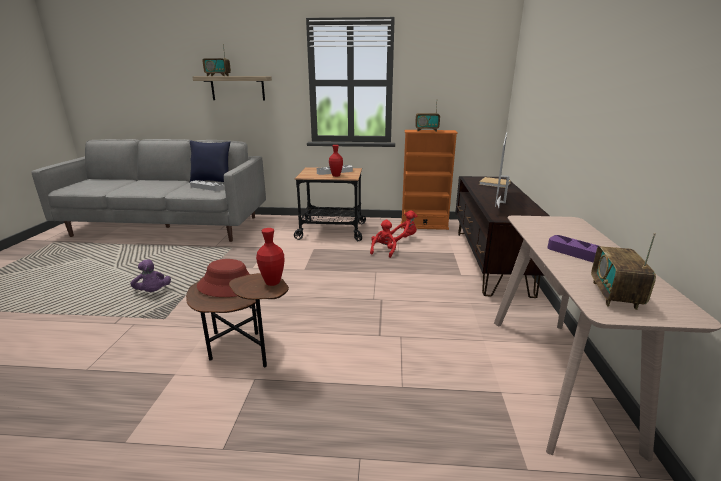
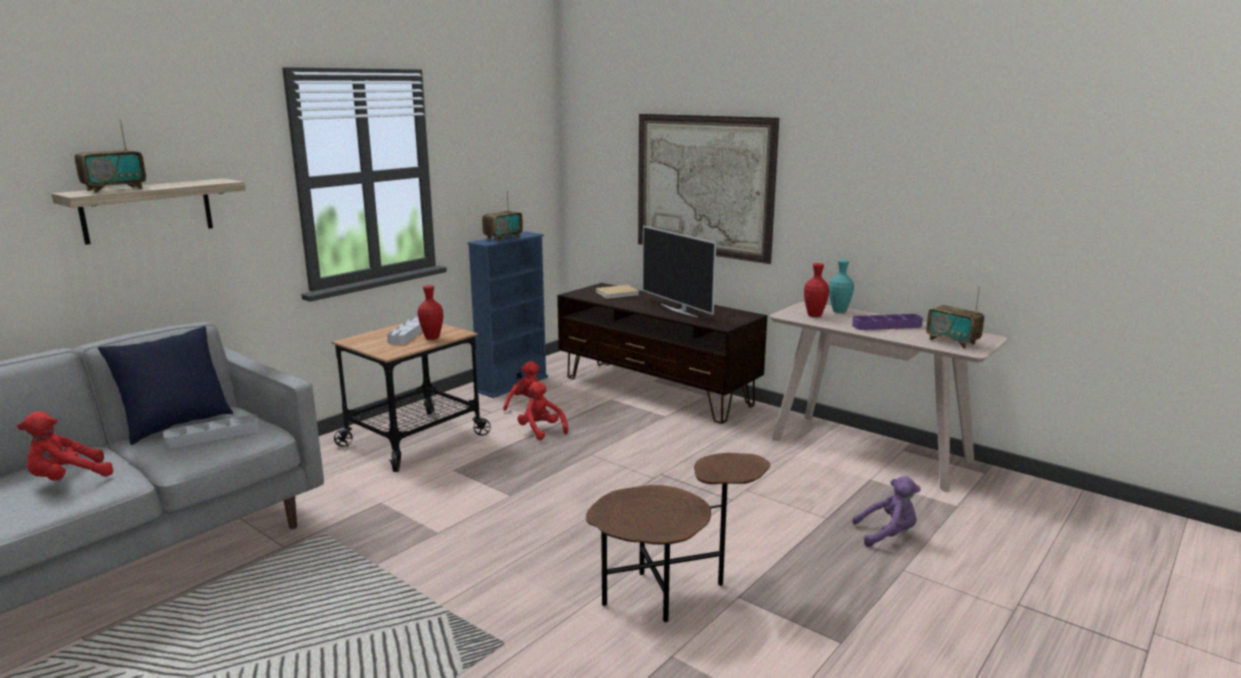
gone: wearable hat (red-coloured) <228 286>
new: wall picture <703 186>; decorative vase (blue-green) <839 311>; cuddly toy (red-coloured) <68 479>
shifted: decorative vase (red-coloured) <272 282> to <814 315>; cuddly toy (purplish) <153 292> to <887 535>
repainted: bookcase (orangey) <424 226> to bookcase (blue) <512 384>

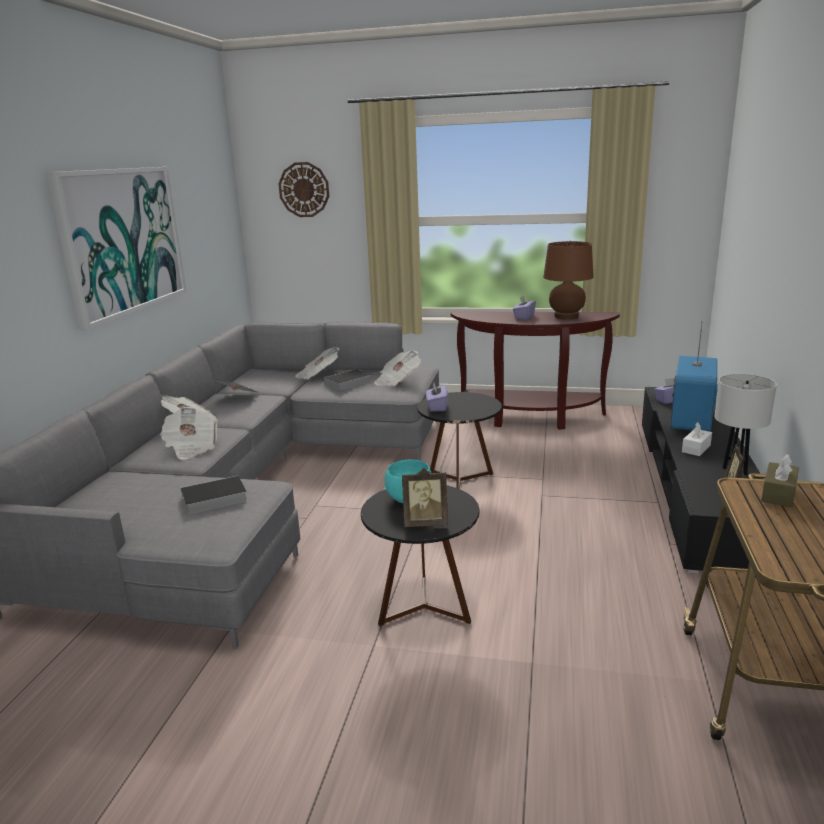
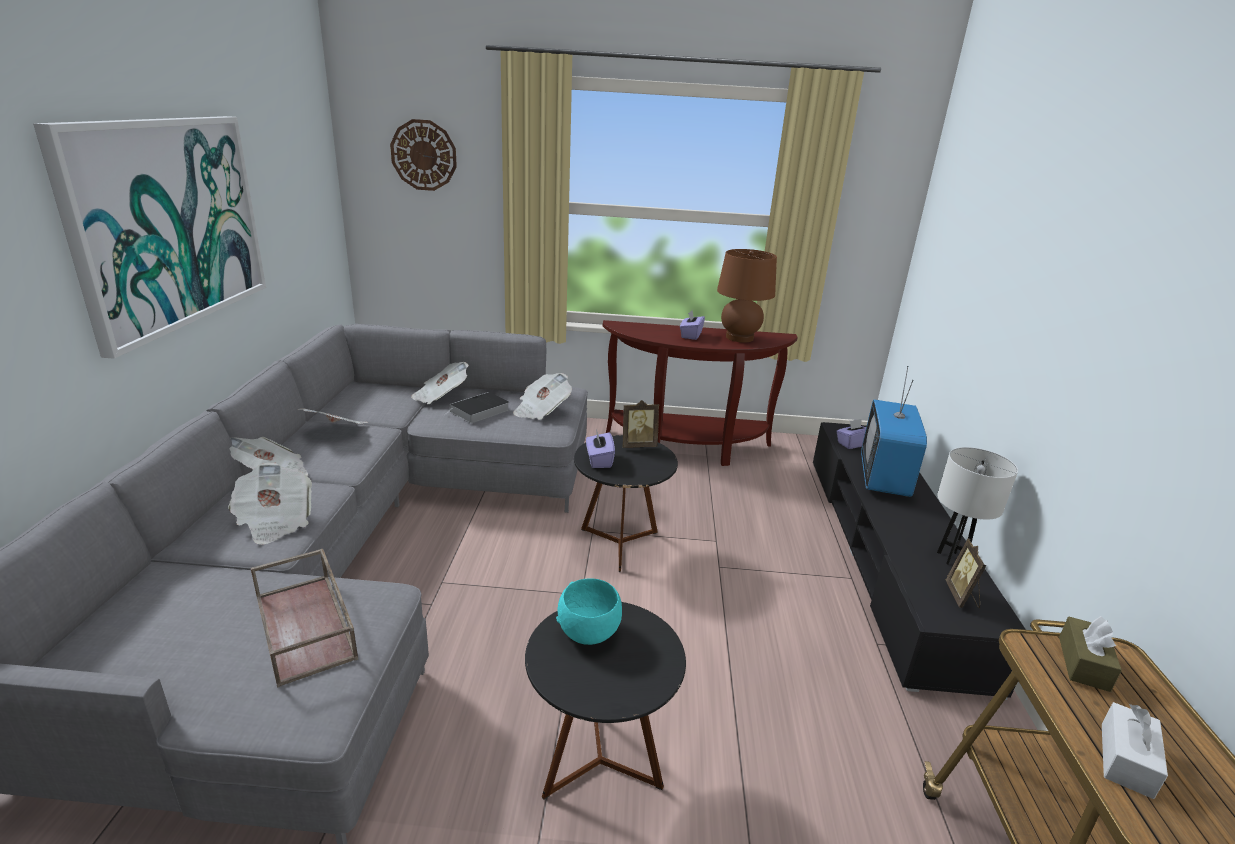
shifted: tissue holder (whitish) <696 448> to <1126 760>; standing frame <425 523> to <638 445>
swapped: volume <212 499> to carrying tray (brown) <307 627>

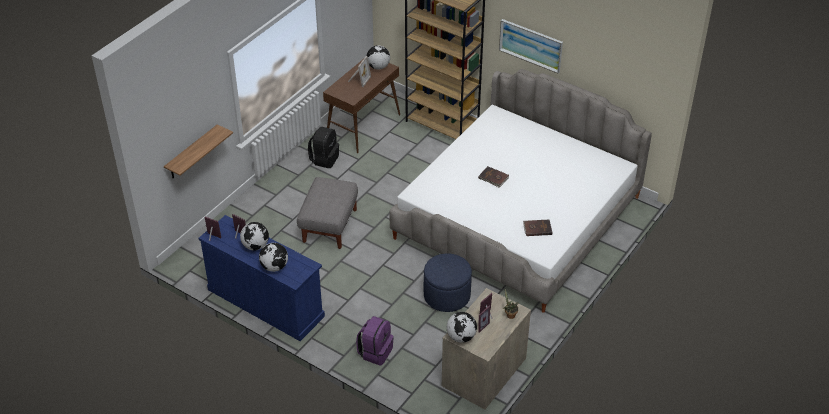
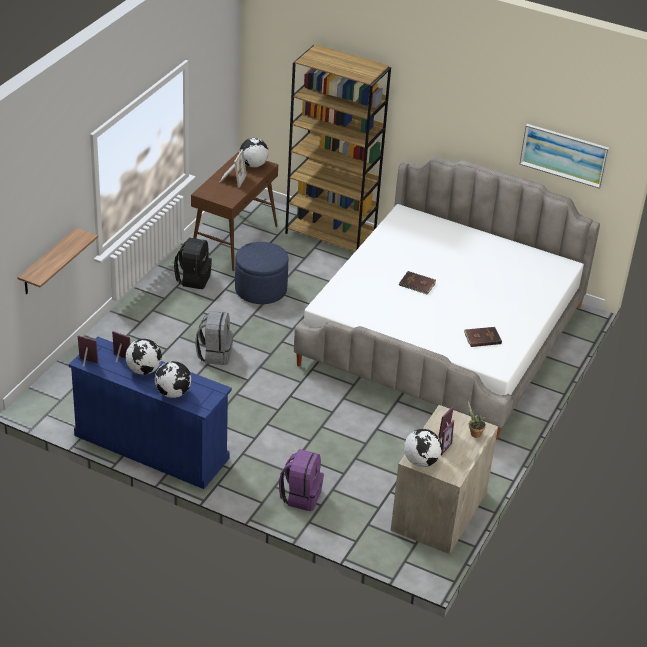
shifted: wall picture <531 45> to <564 155>; ottoman (blue) <447 295> to <261 290>
swapped: ottoman (gray) <329 225> to backpack (gray) <215 354>

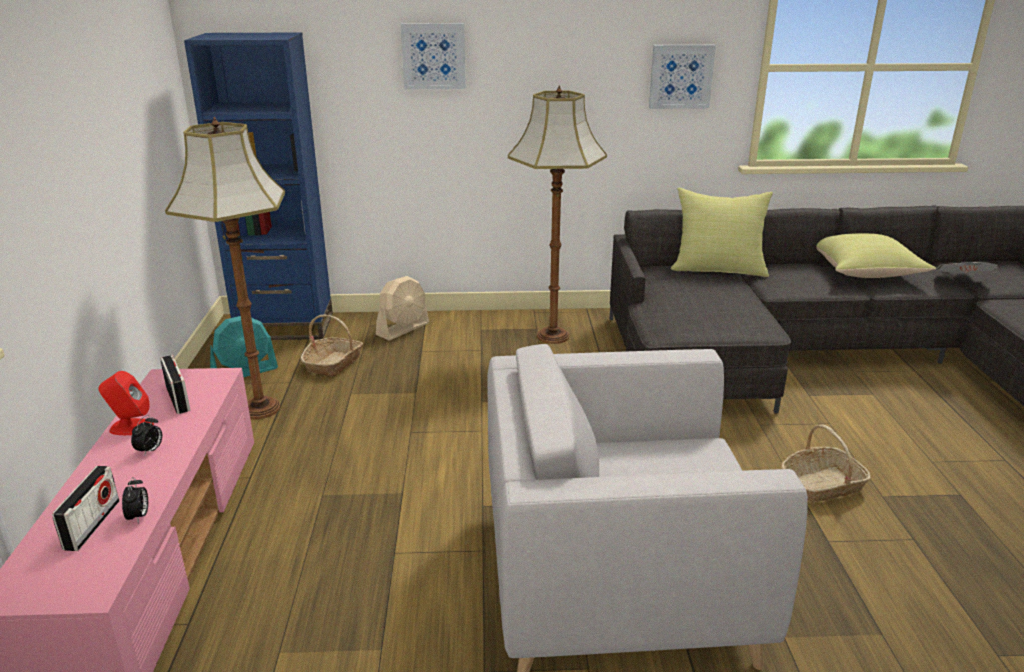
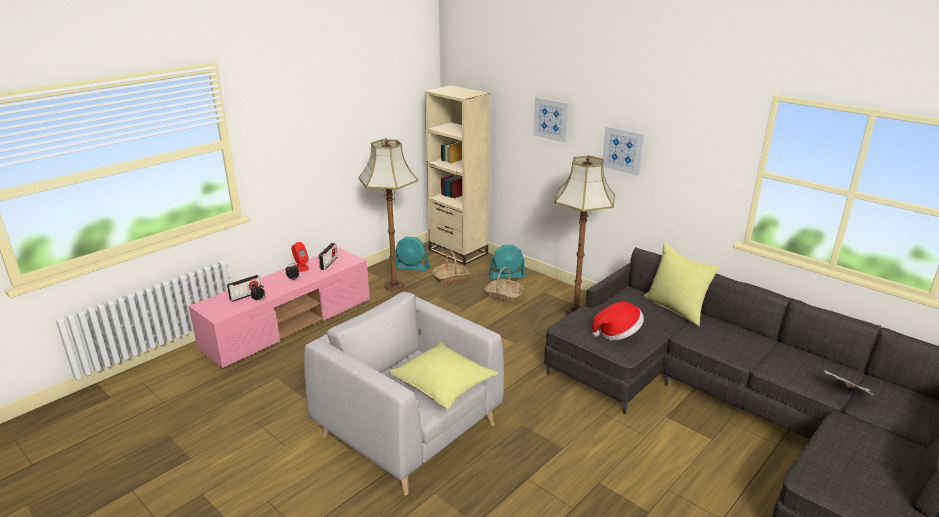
new: wearable hat <617 333>
shifted: wall picture <681 76> to <623 150>; throw pillow (yellow) <864 272> to <444 387>; storage basket <822 485> to <503 296>
repainted: bookcase (blue) <285 327> to bookcase (beige-coloured) <458 252>; electric fan (beige-coloured) <403 329> to electric fan (blue-green) <507 275>

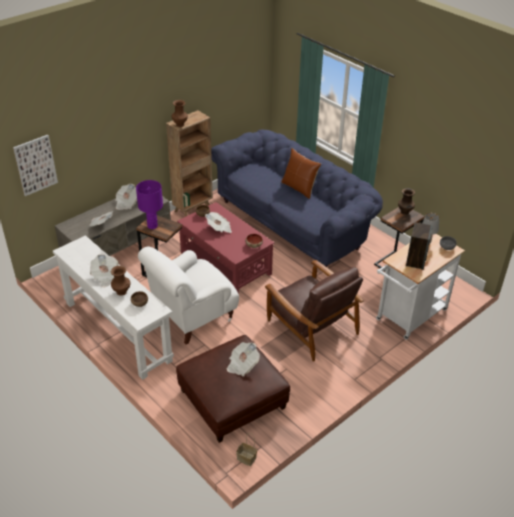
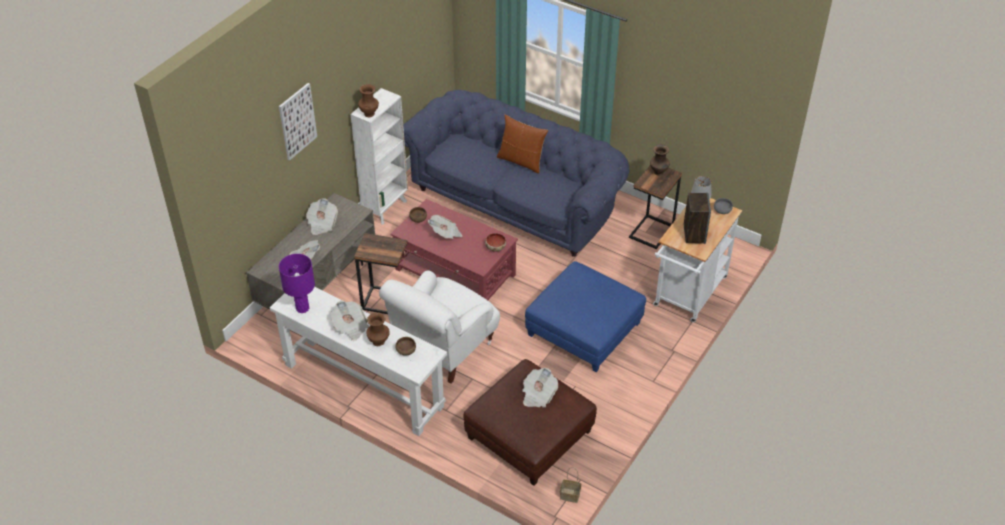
shifted: wall picture <35 165> to <297 121>; lamp for a table (purplish) <152 226> to <302 308>
swapped: easy chair (brown) <311 326> to ottoman (blue) <584 330>
repainted: bookcase (brown) <193 209> to bookcase (whitish) <386 208>

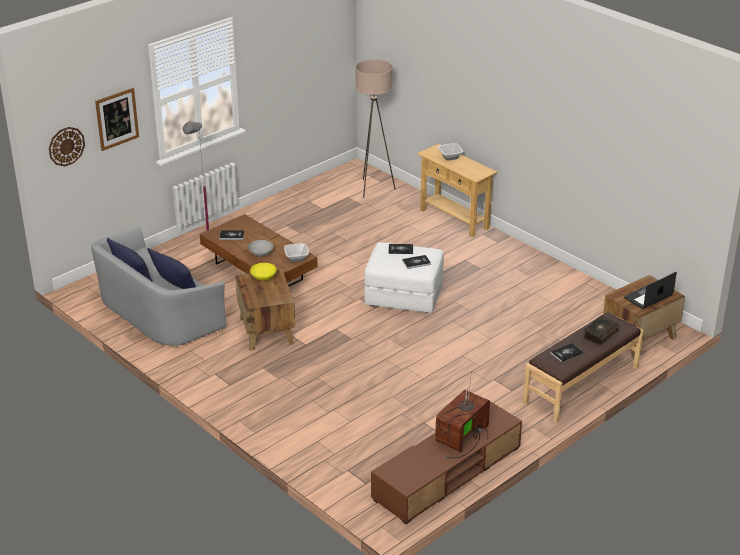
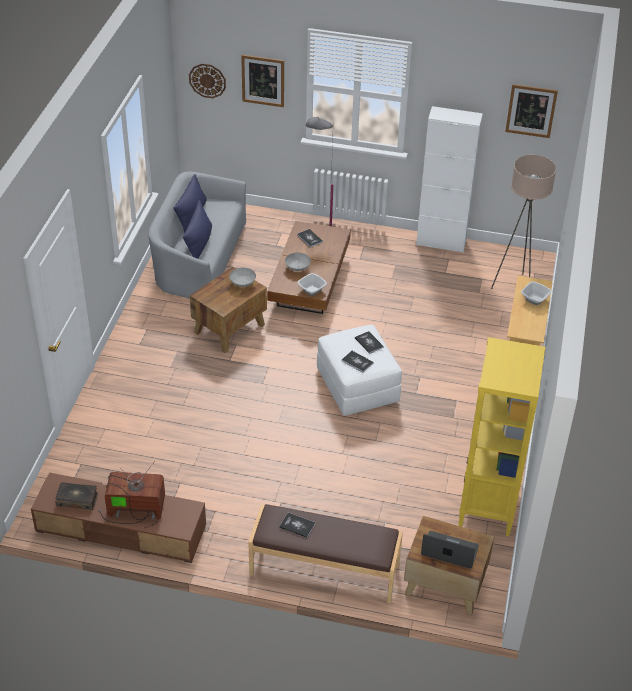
new: wall picture <531 110>; cupboard (whitish) <441 242>; bookcase (yellow) <487 507>
shifted: volume <599 334> to <77 499>
repainted: serving bowl (yellow) <263 278> to serving bowl (gray) <242 283>

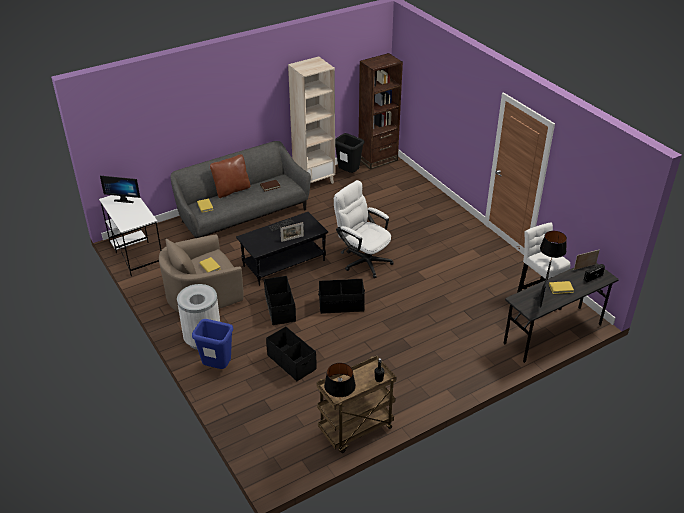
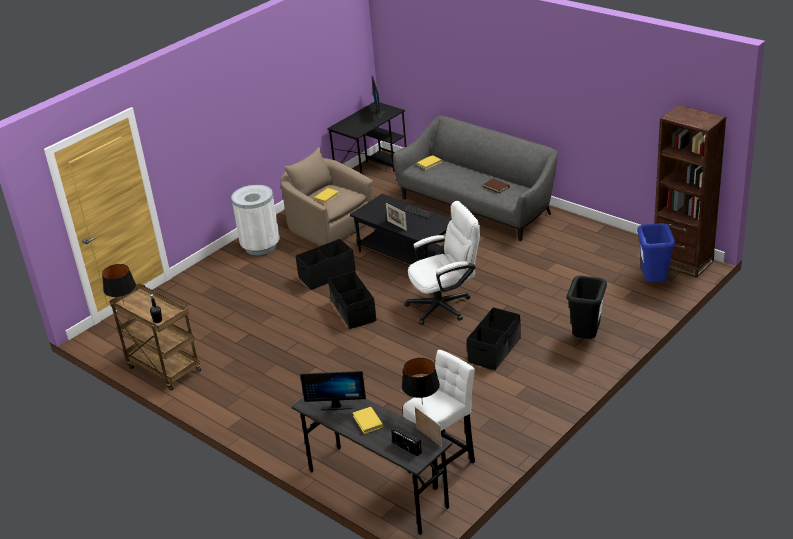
gone: bookcase (beige-coloured) <314 181>; throw pillow (brown) <232 190>
shifted: rubbish bin (black-coloured) <349 174> to <586 339>; rubbish bin (blue) <217 367> to <653 283>; storage bin (black-coloured) <292 362> to <495 350>
repainted: desk (whitish) <136 253> to desk (black-coloured) <372 171>
rotated: computer chair (whitish) <363 260> = <445 305> 45 degrees clockwise

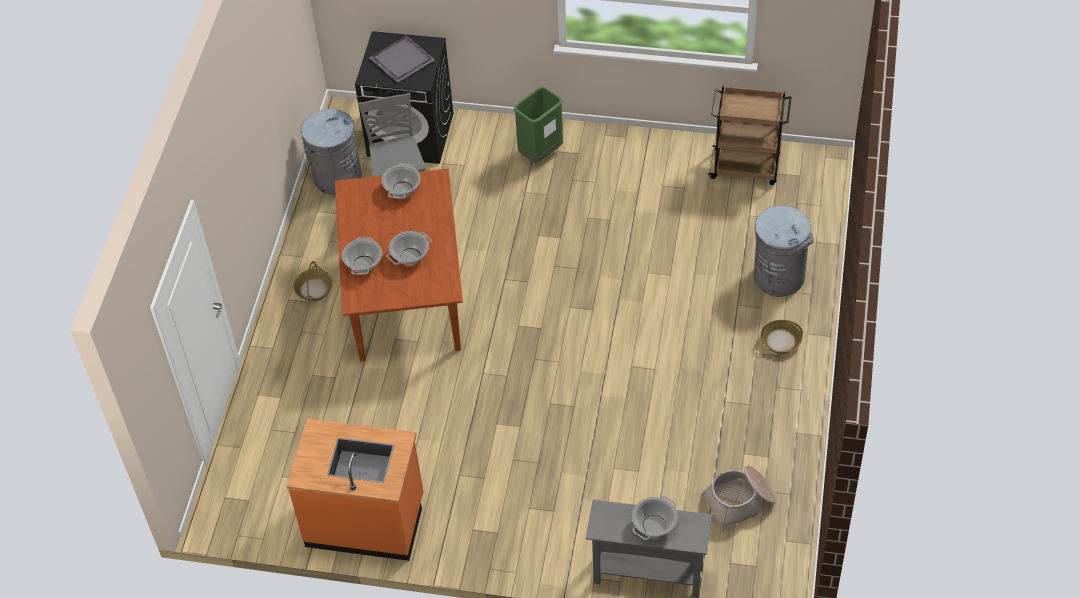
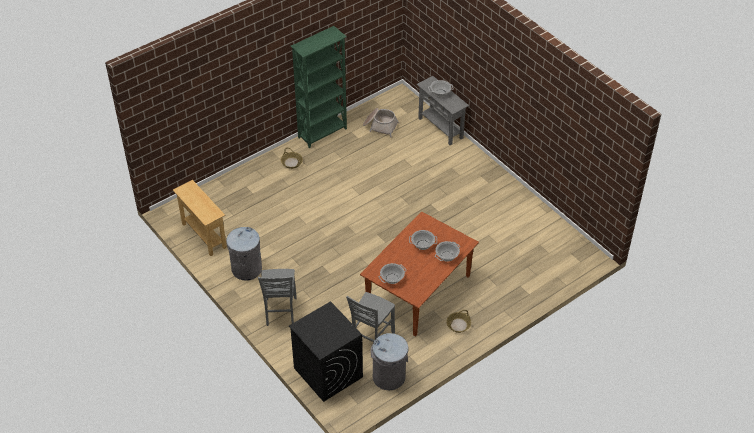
gone: carrying tray (gray) <402 59>; kitchen base unit (orangey) <365 521>
new: bookcase (green) <323 133>
shifted: rubbish bin (gray) <779 276> to <246 269>
swapped: cart (brown) <747 167> to narrow table (beige-coloured) <204 235>; rubbish bin (green) <540 153> to upright chair (gray) <280 312>

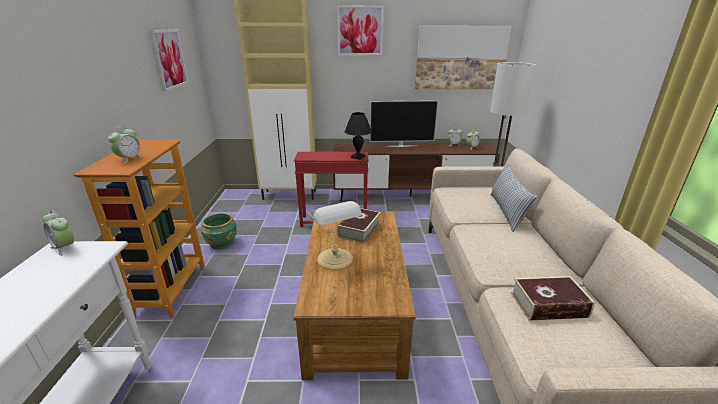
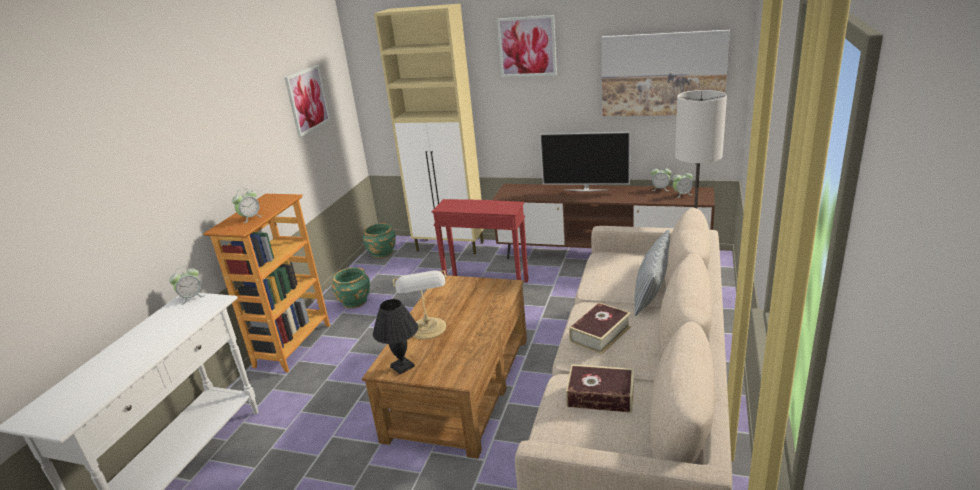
new: planter (green) <382 253>
shifted: lamp for a table (black-coloured) <358 157> to <402 367>; volume <359 230> to <600 334>
rotated: table clock <65 248> = <191 297> 90 degrees counterclockwise

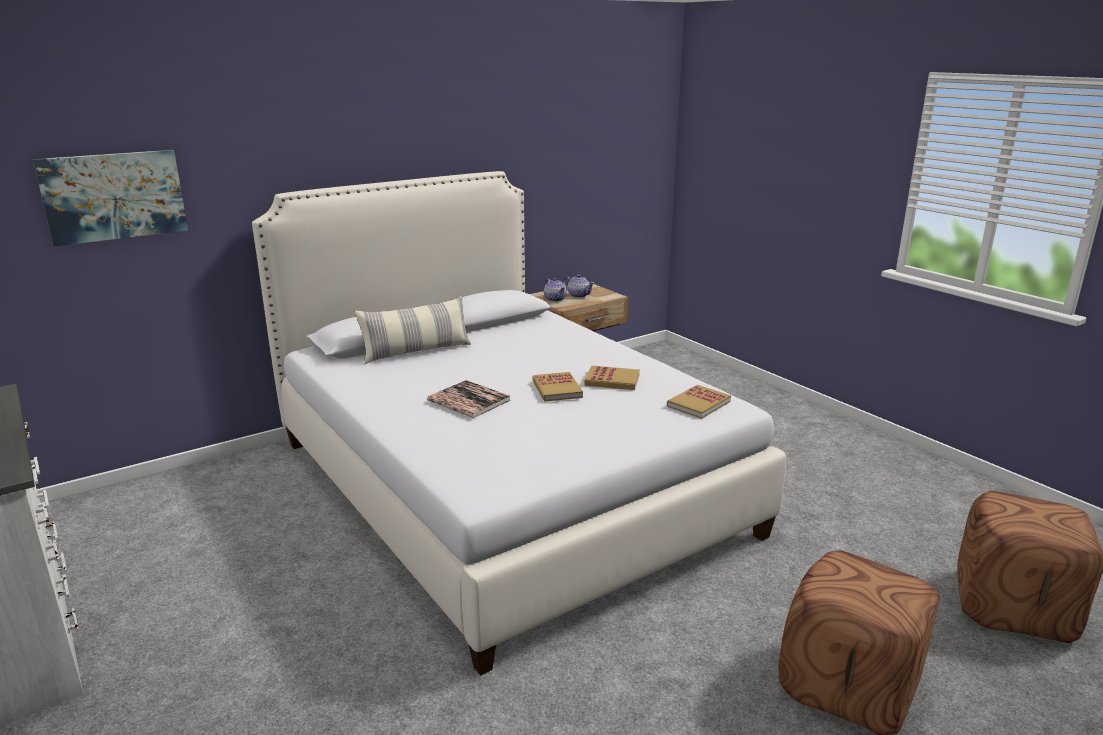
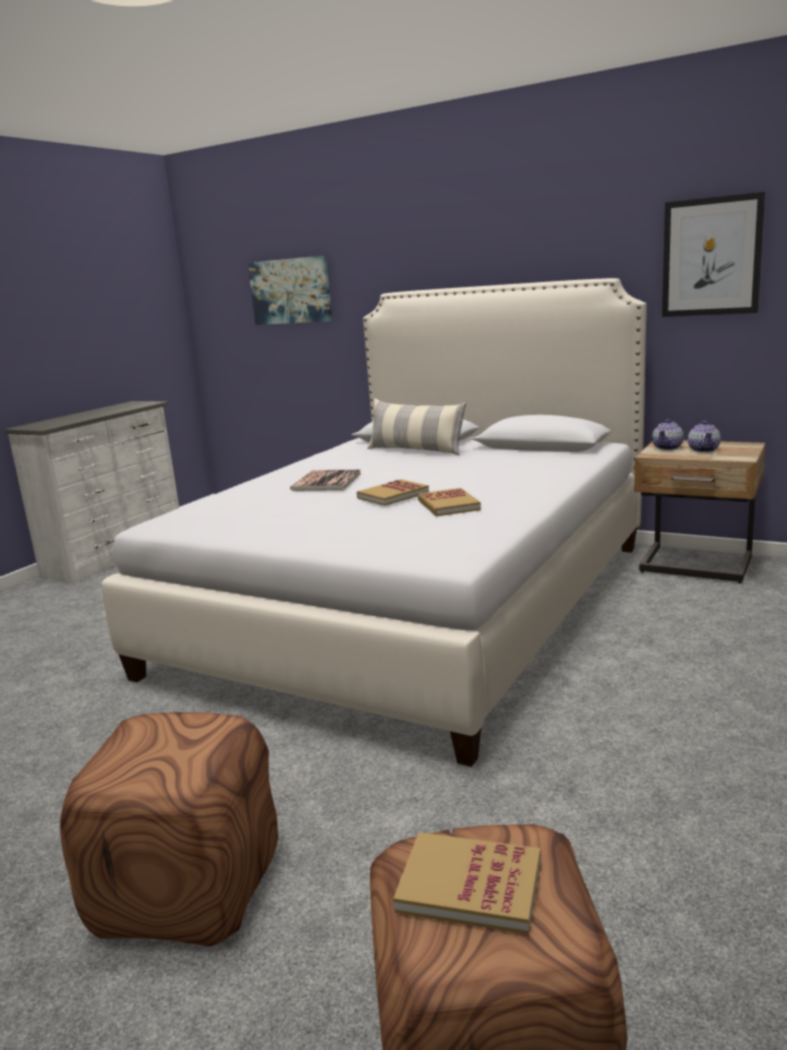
new: wall picture <711 257>
shifted: volume <698 404> to <470 885>

